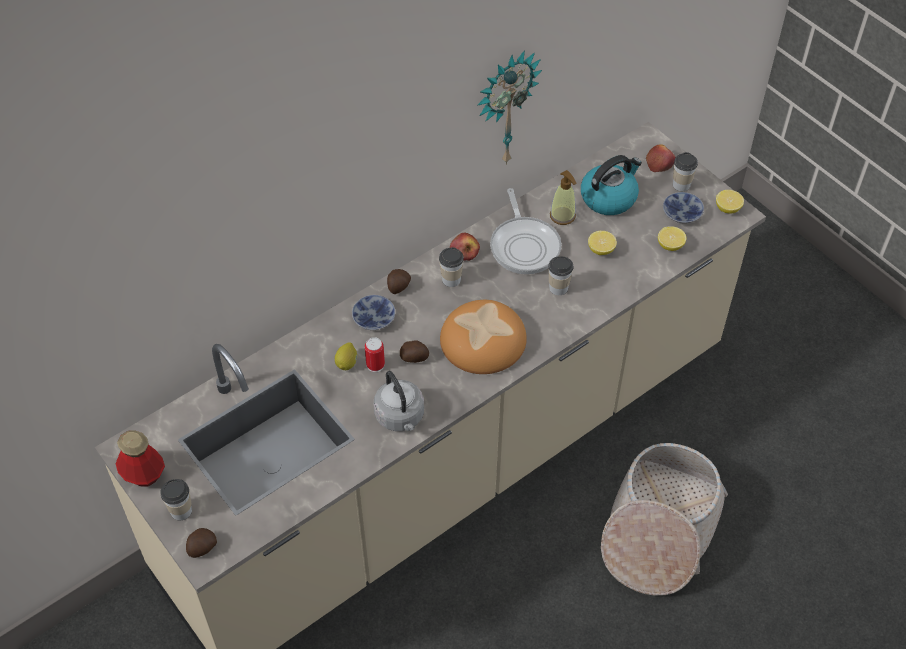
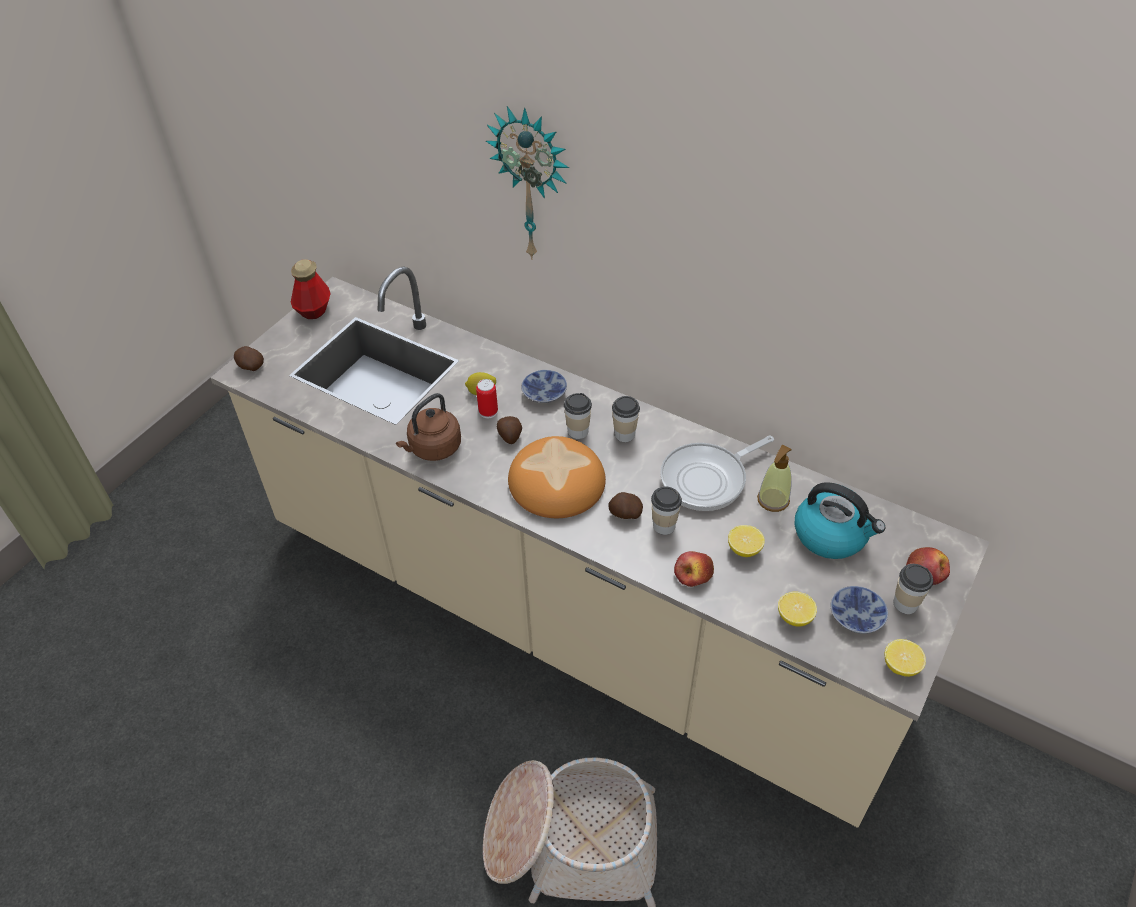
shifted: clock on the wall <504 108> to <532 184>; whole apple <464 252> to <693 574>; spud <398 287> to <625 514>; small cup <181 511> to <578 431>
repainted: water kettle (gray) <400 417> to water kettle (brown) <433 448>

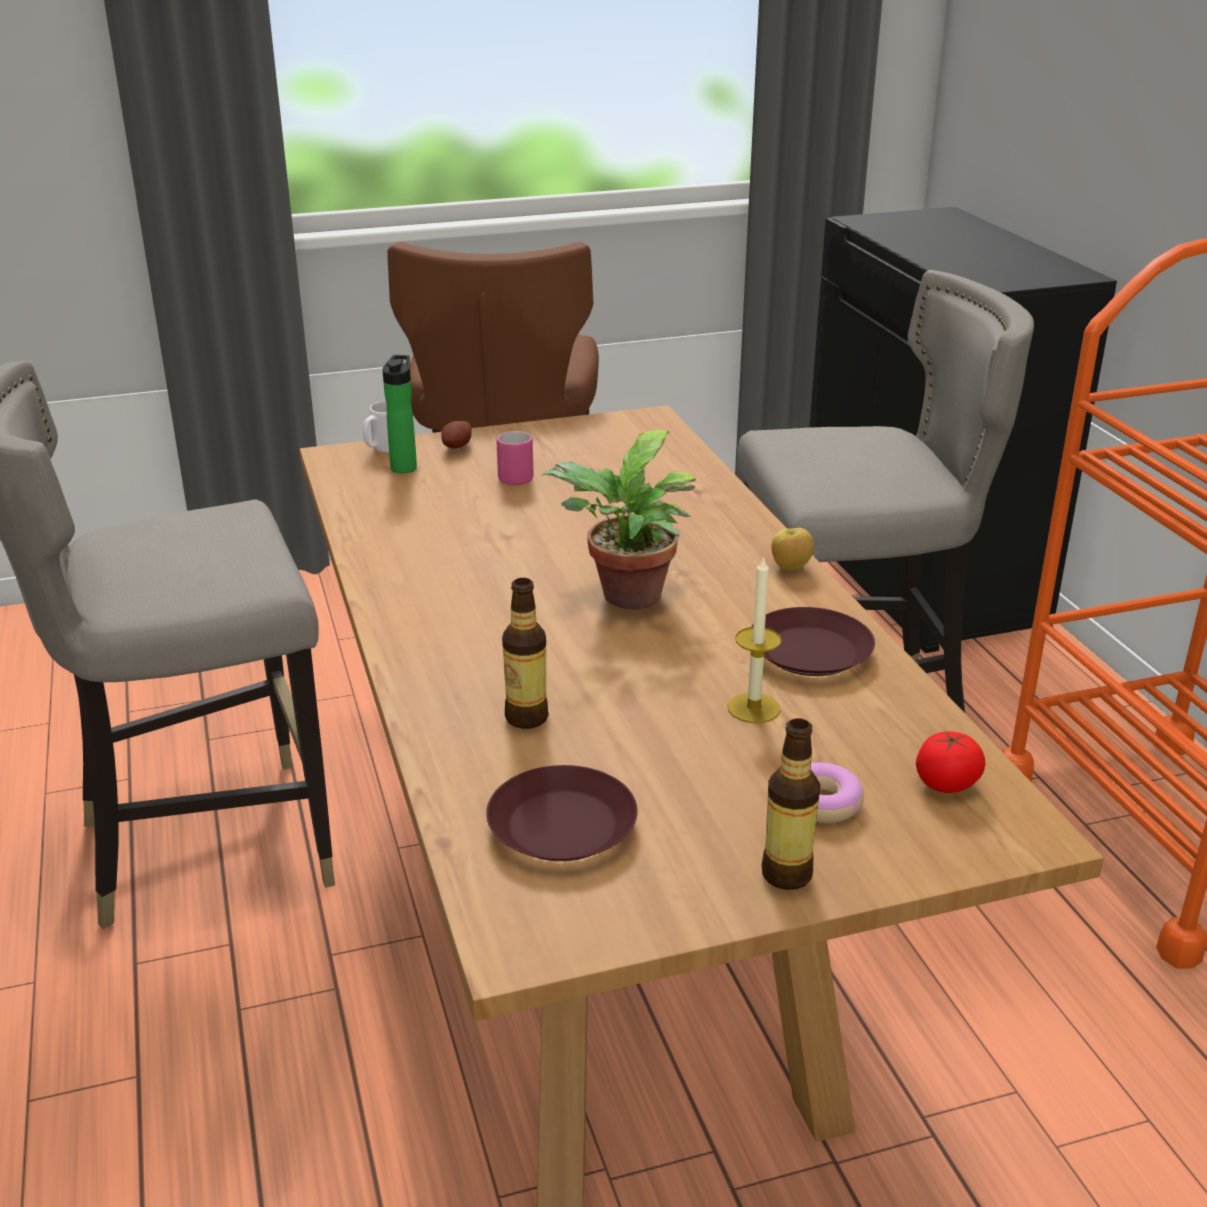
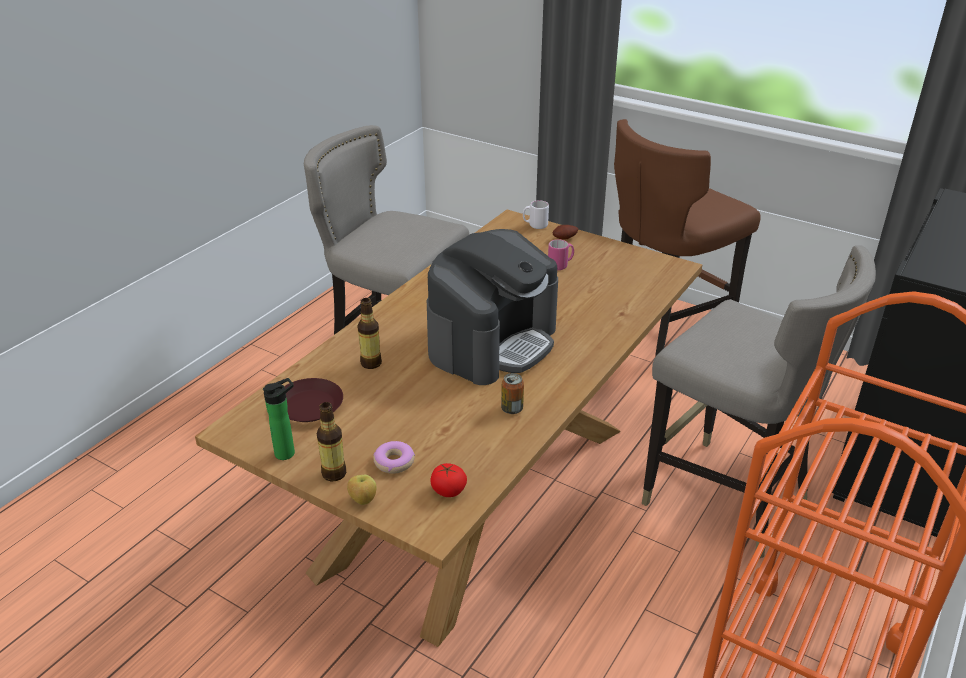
gone: wax light <753 708>
shifted: beverage bottle <404 466> to <288 452>; whole apple <790 567> to <363 500>
swapped: plant in a pot <626 599> to coffee maker <493 342>; plate (brown) <809 653> to metal can <512 409>

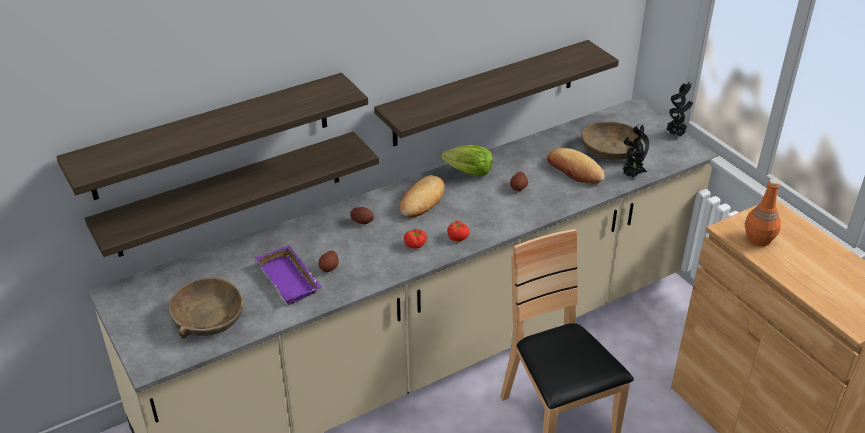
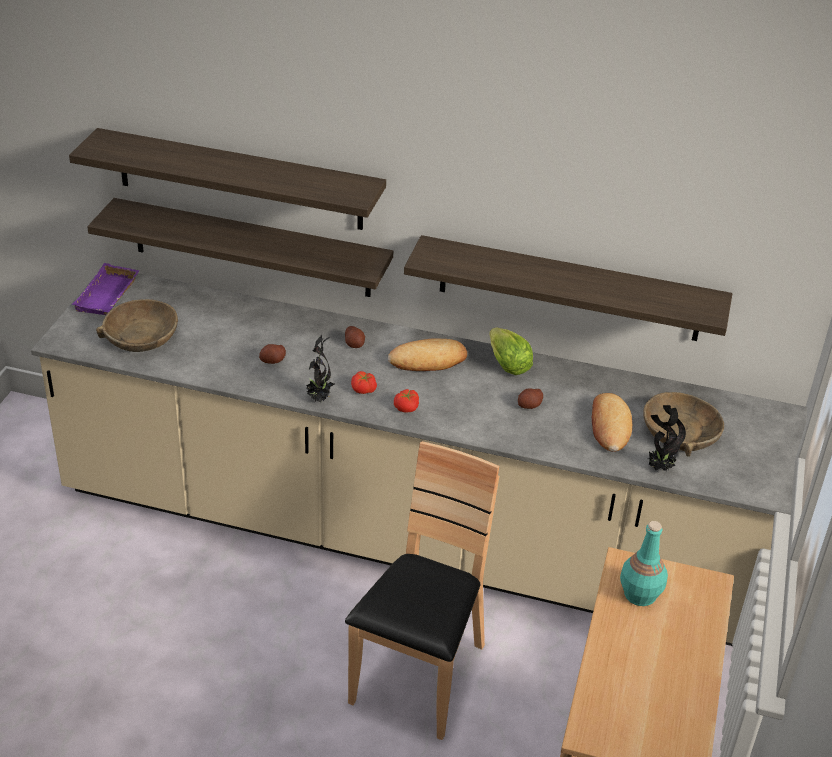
shifted: plant in a pot <676 135> to <319 399>; carrying tray (purplish) <291 279> to <108 296>
repainted: beverage bottle (orangey) <759 239> to beverage bottle (blue-green) <639 595>

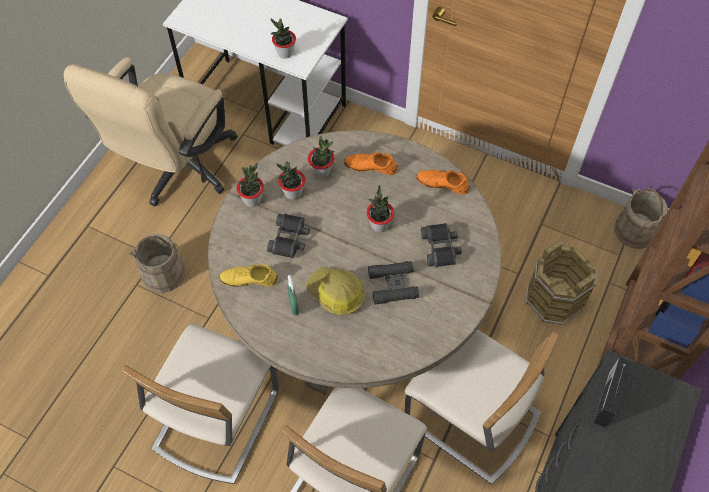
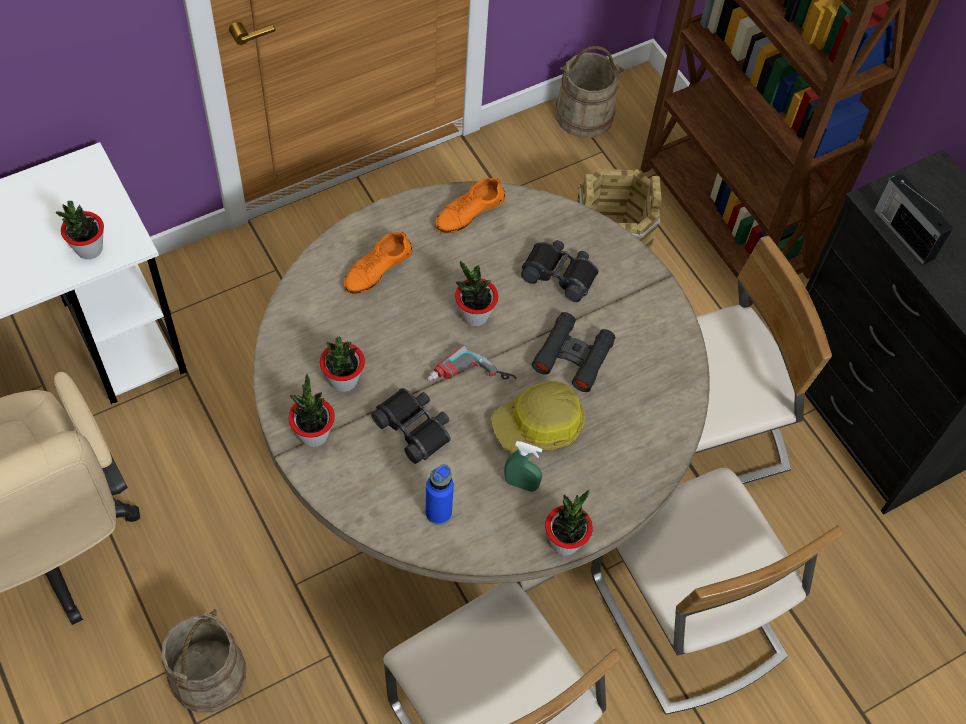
new: drill <470 380>
shifted: plant in a pot <321 171> to <565 542>
swapped: shoe (yellow) <249 279> to beverage bottle (blue) <438 512>

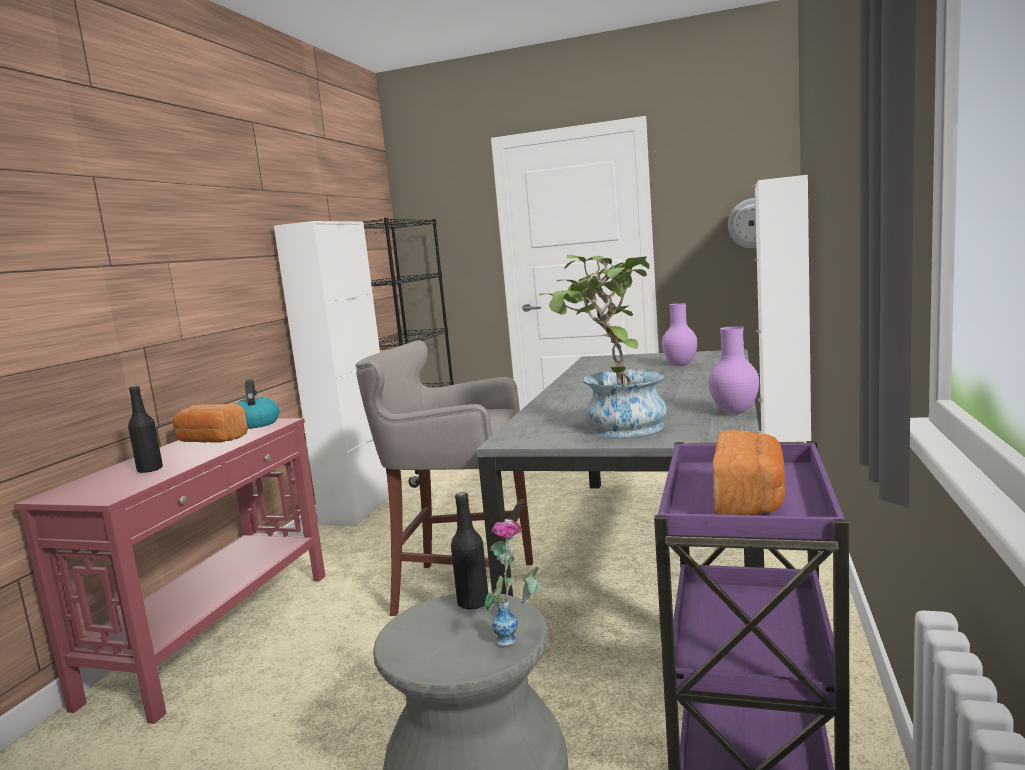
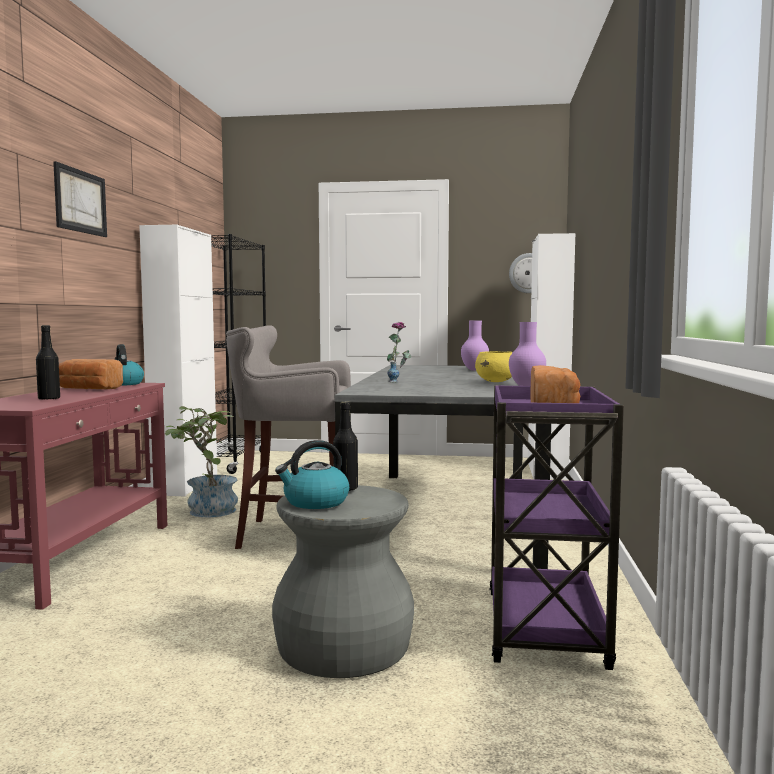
new: wall picture <80 201>; serving bowl (yellow) <496 381>; water kettle <315 502>
shifted: plant in a pot <613 427> to <205 510>; decorative vase <520 637> to <399 381>

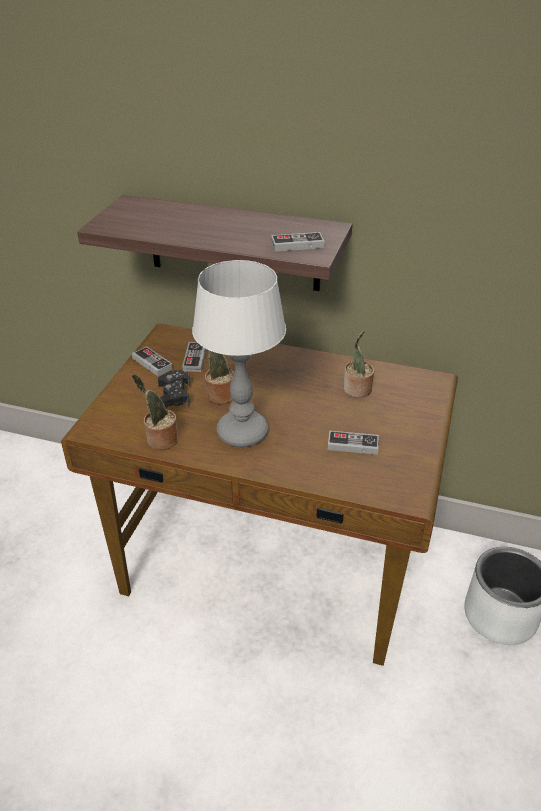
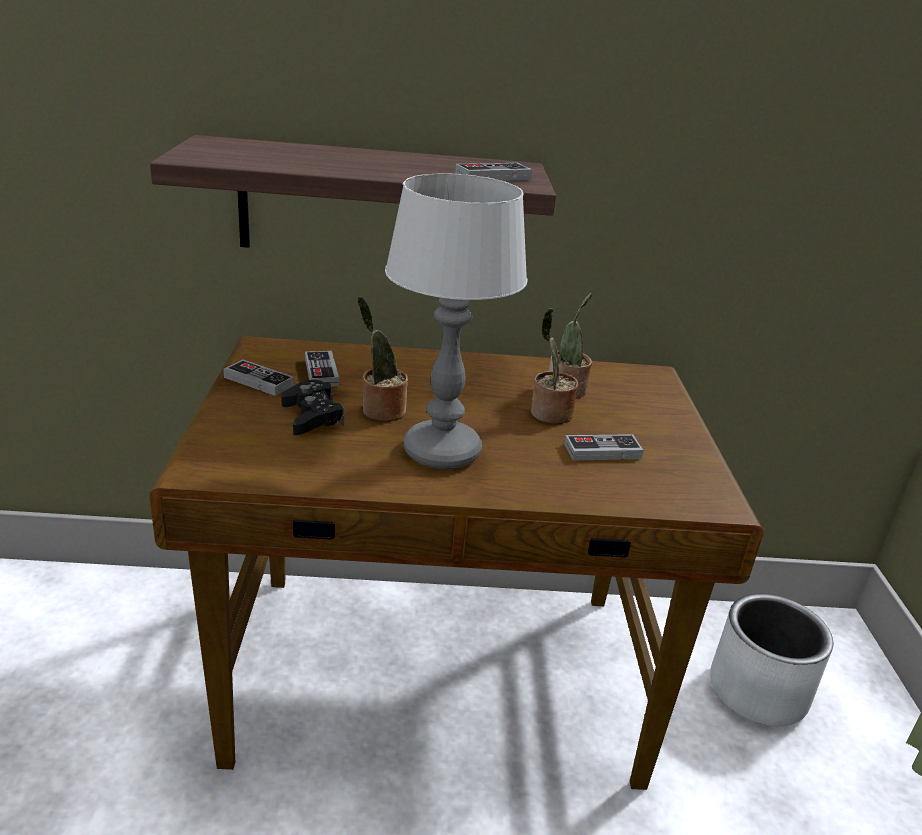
shifted: plant in a pot <160 440> to <549 414>

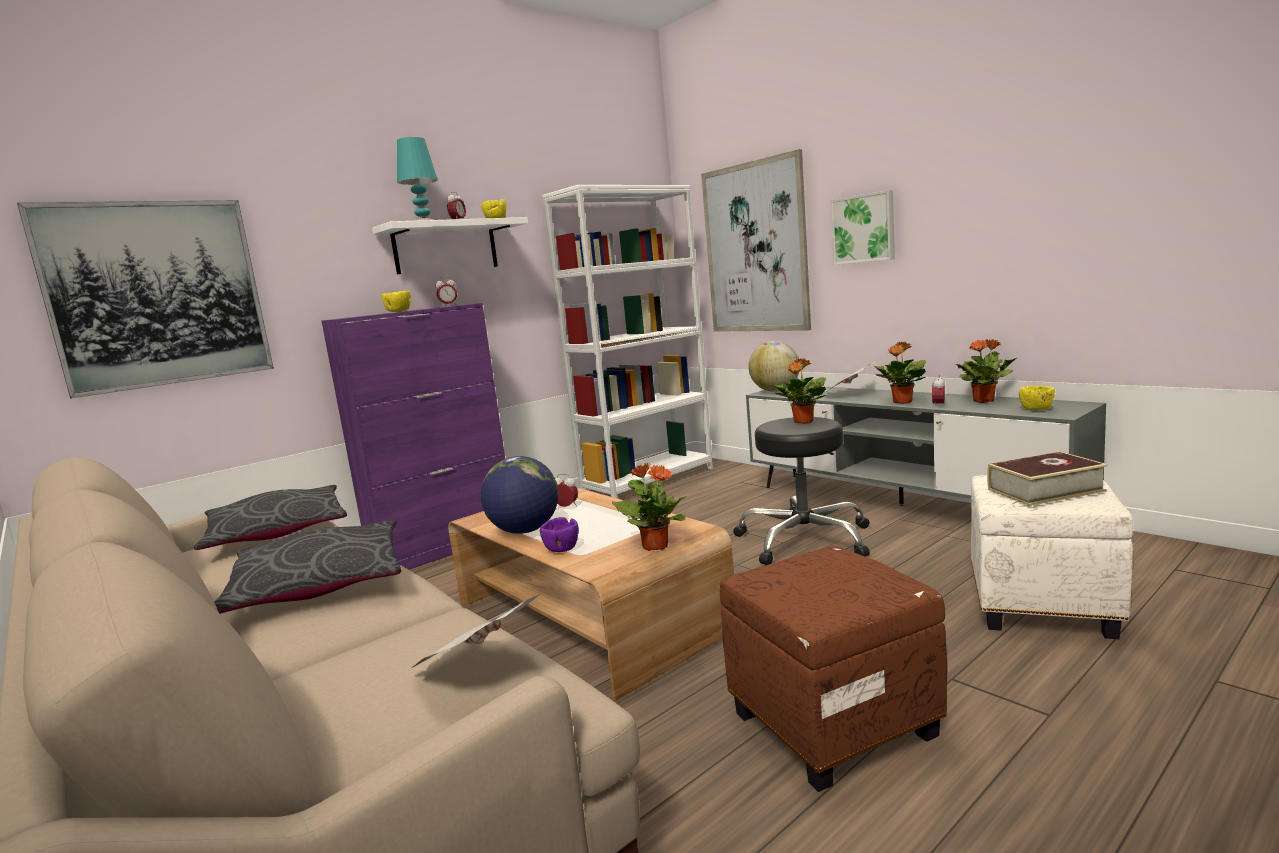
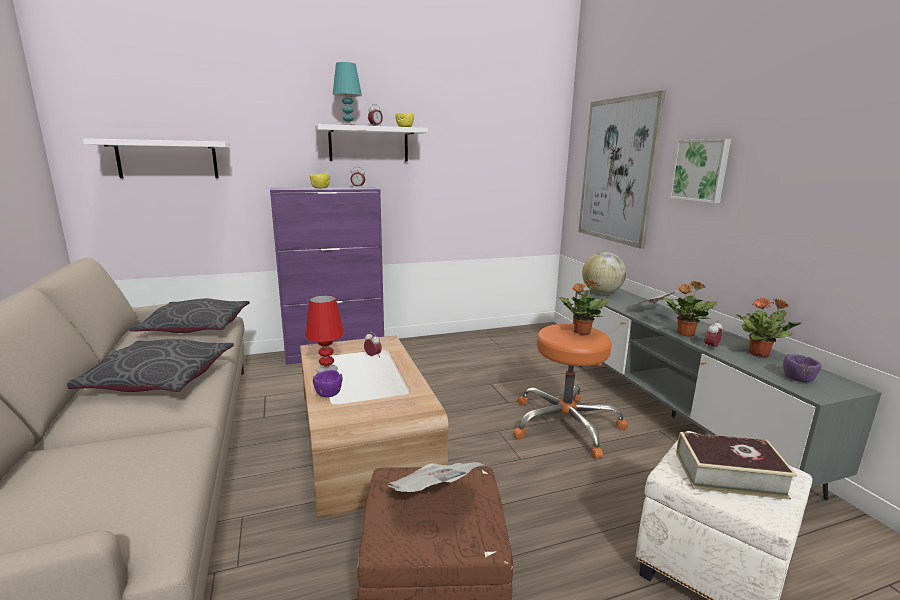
gone: bookcase (whitish) <649 481>; plant in a pot <655 546>
shifted: printed paper <479 665> to <433 496>
swapped: wall picture <157 294> to wall shelf (whitish) <168 159>; globe <525 531> to lamp for a table (red-coloured) <327 369>
repainted: serving bowl (yellow) <1036 409> to serving bowl (purplish) <798 379>; stool seat (black-coloured) <804 539> to stool seat (orangey) <565 424>

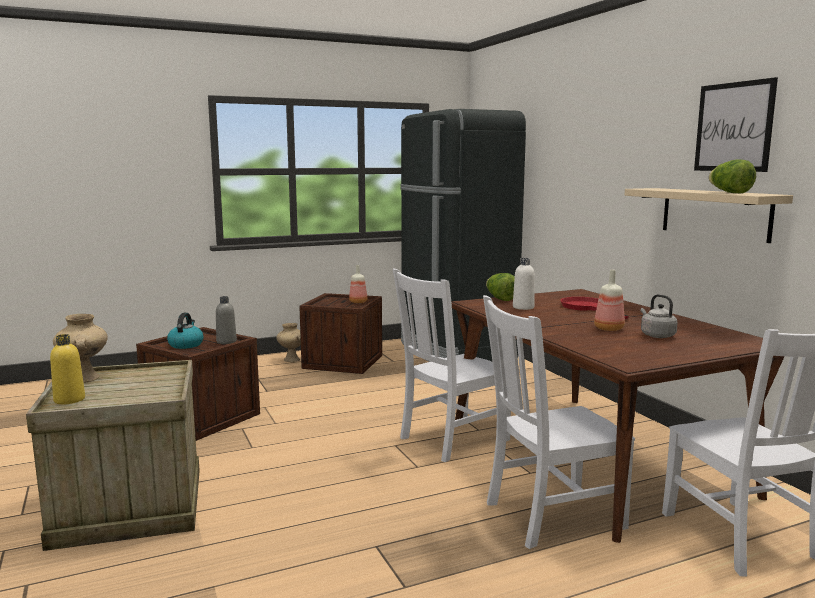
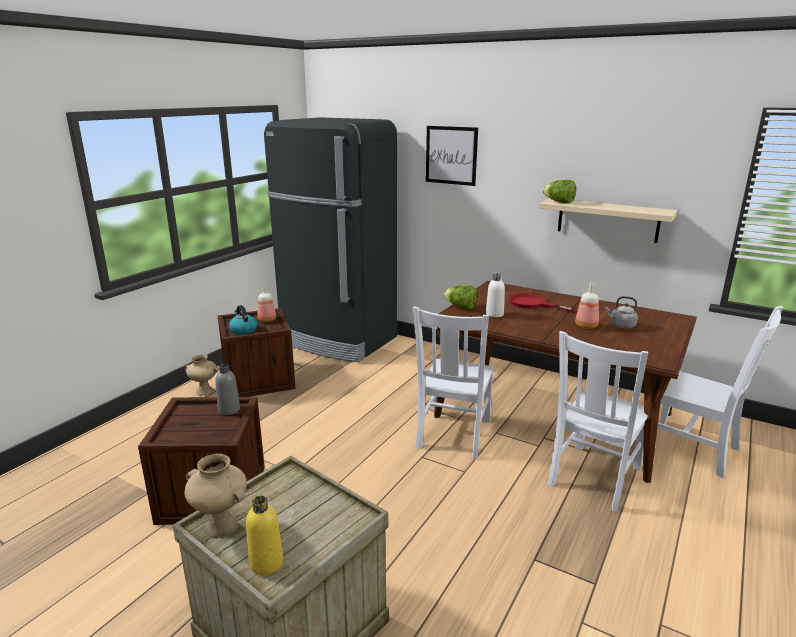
shifted: wall picture <733 127> to <451 155>; head of lettuce <729 193> to <559 202>; water kettle <186 344> to <243 330>

